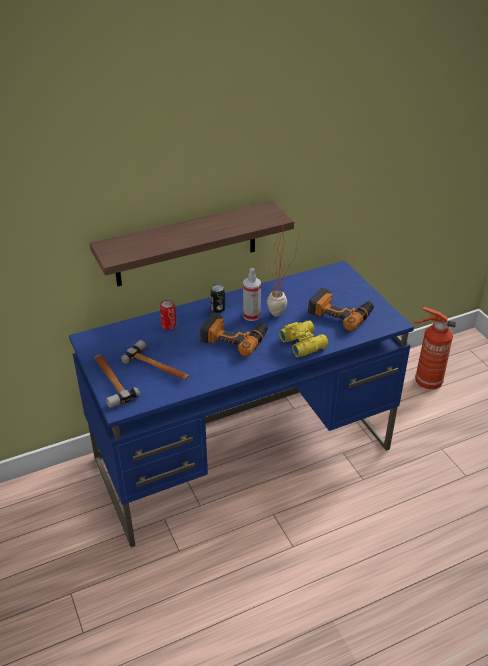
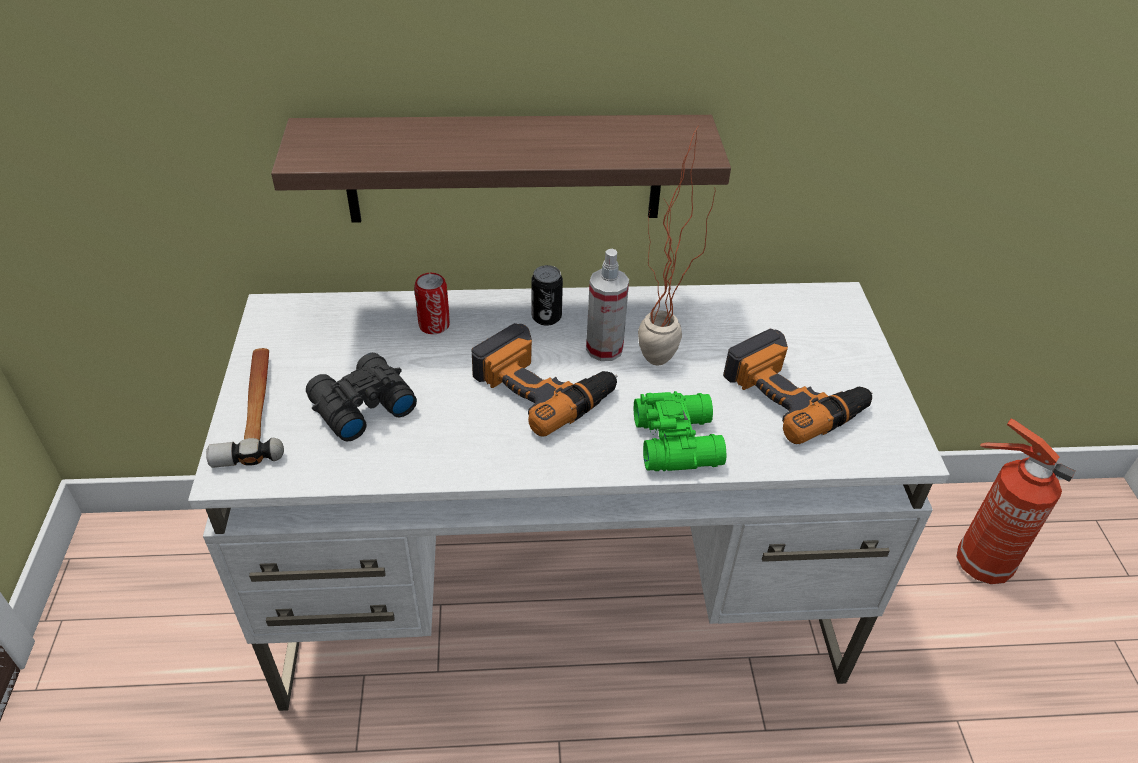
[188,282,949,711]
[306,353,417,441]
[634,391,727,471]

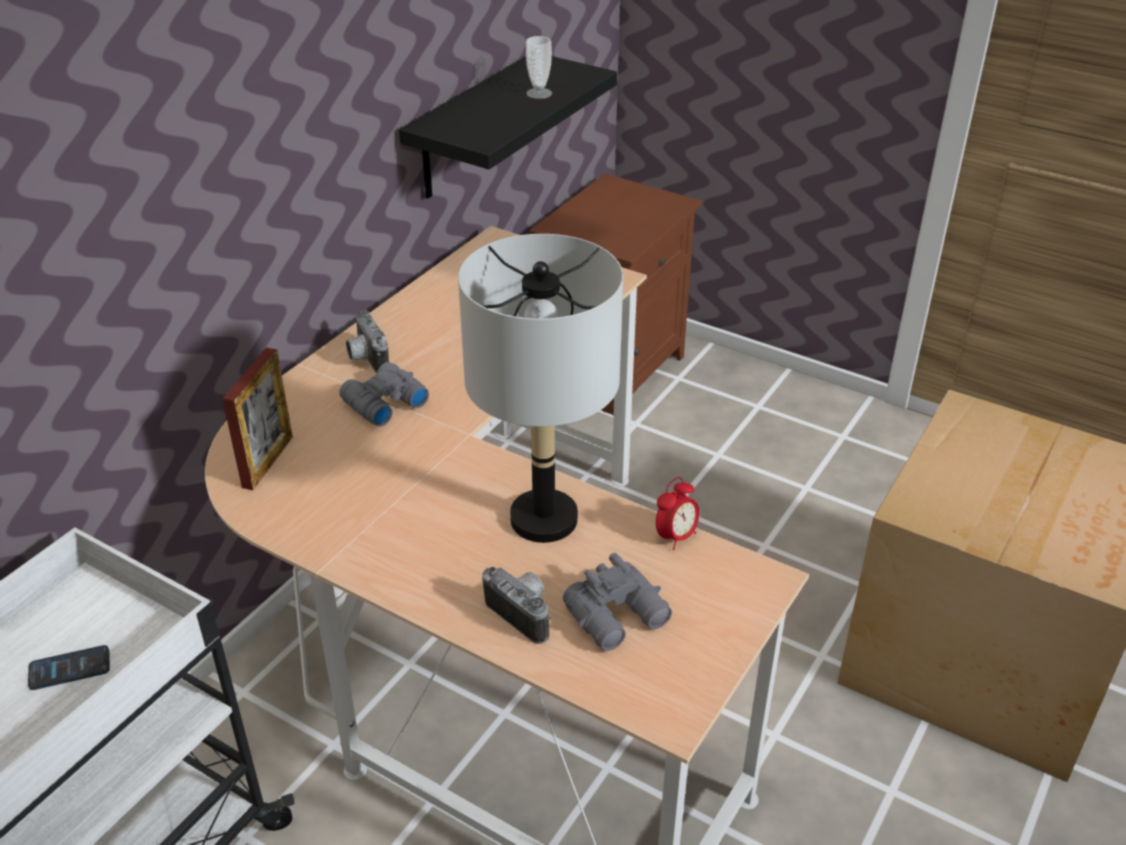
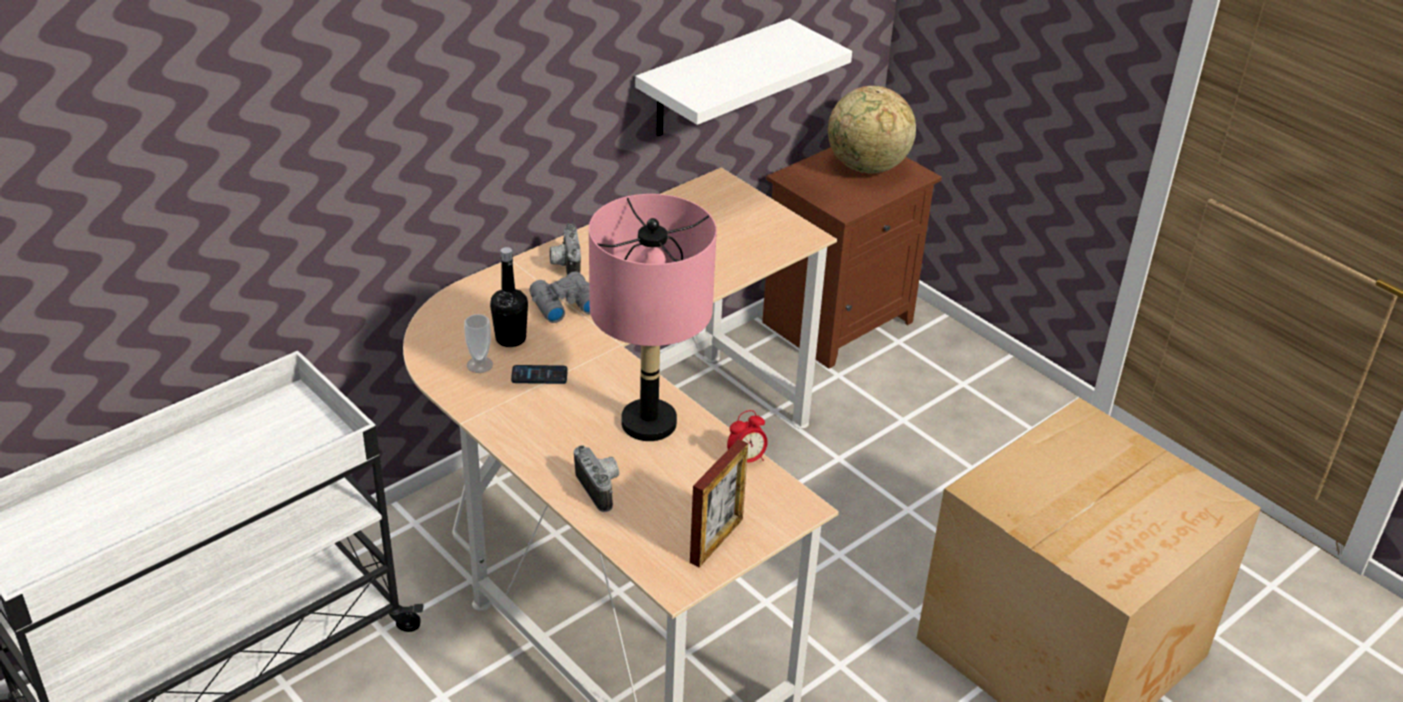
[511,365,568,384]
[690,439,748,567]
[635,19,852,136]
[589,194,717,441]
[464,314,493,373]
[563,553,672,651] (first image)
[490,247,528,347]
[828,86,916,174]

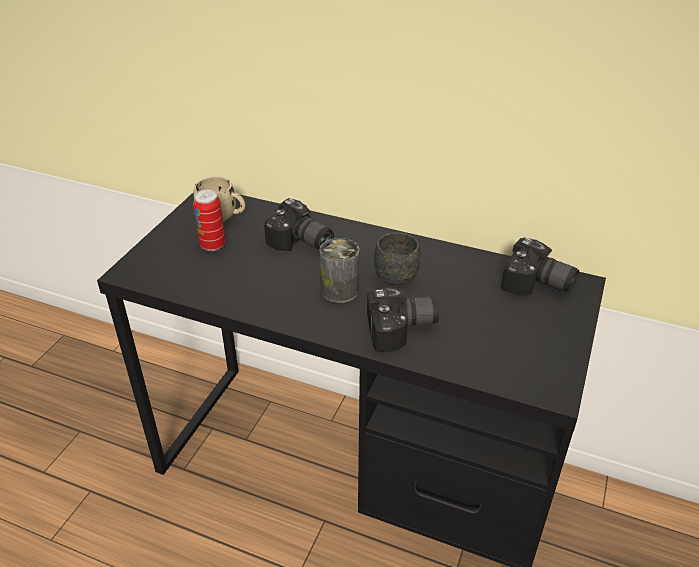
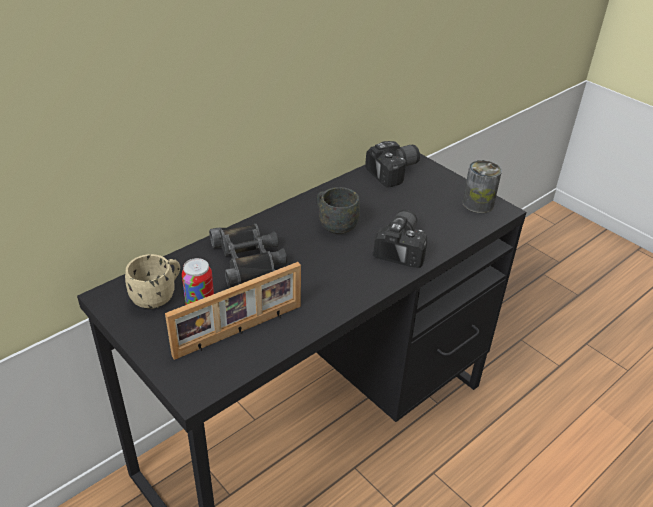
[209,224,287,288]
[462,160,502,213]
[165,262,301,360]

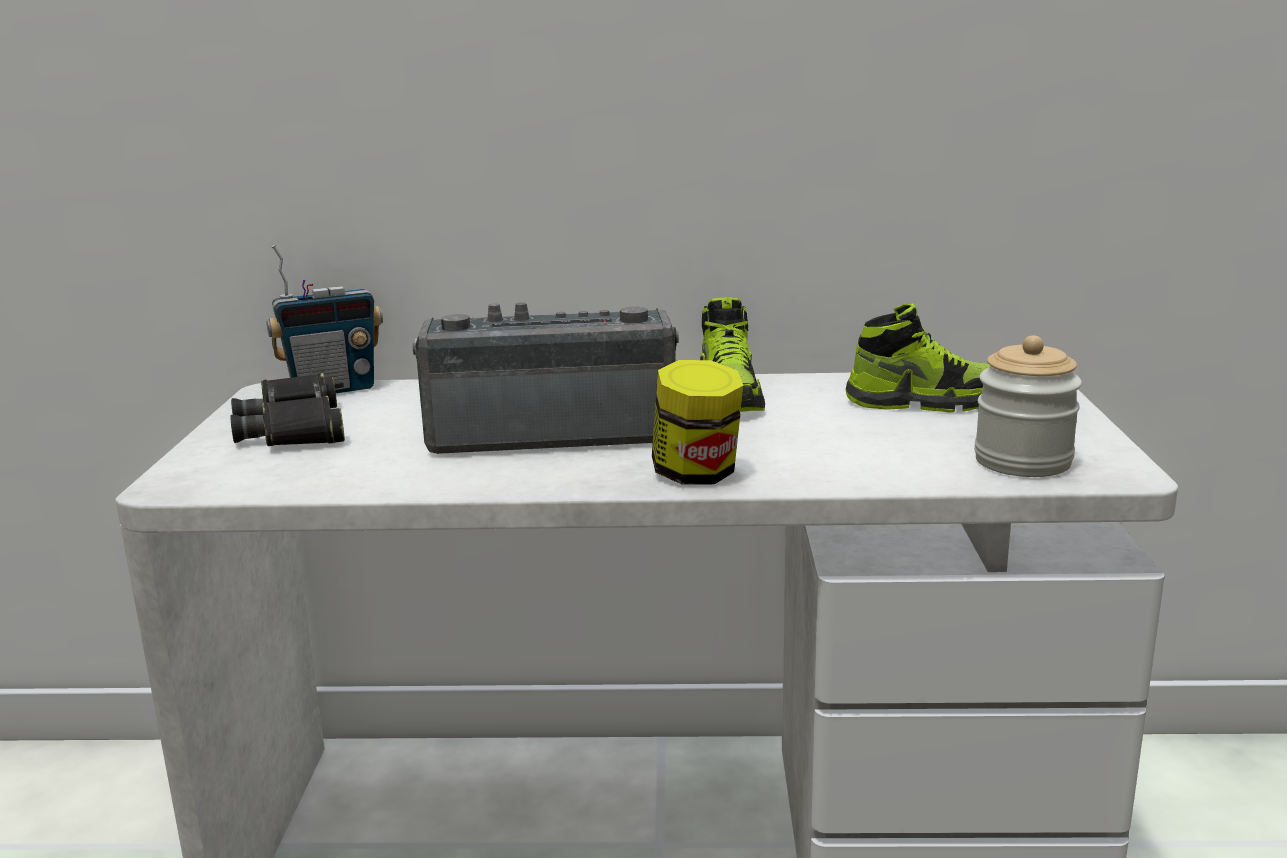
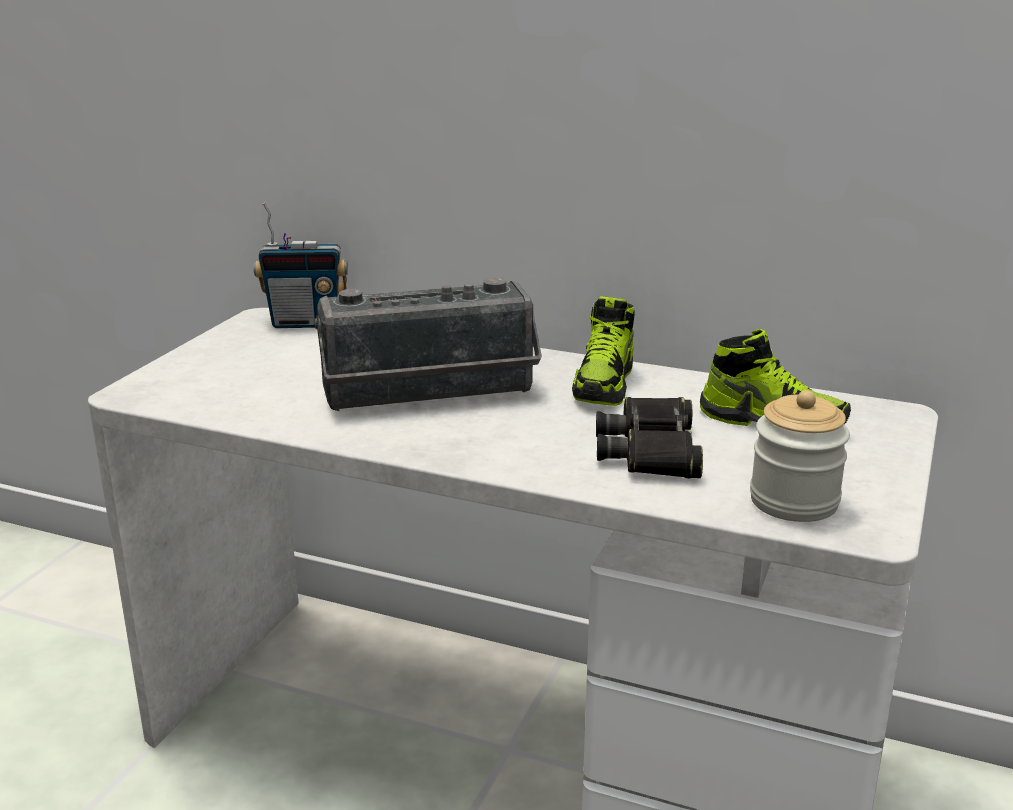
[596,397,703,478]
[315,278,542,411]
[652,360,744,484] (first image)

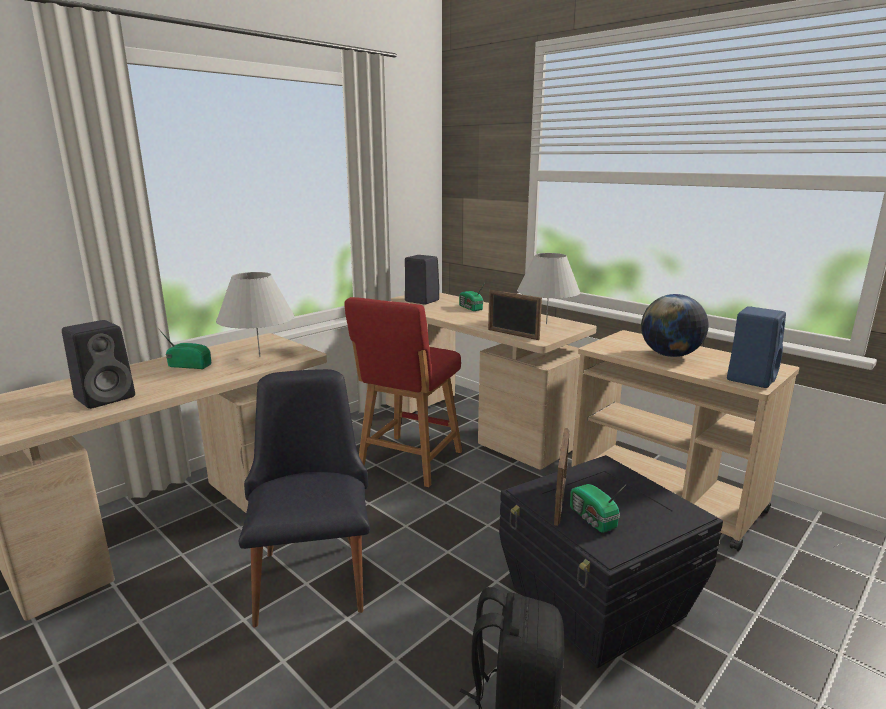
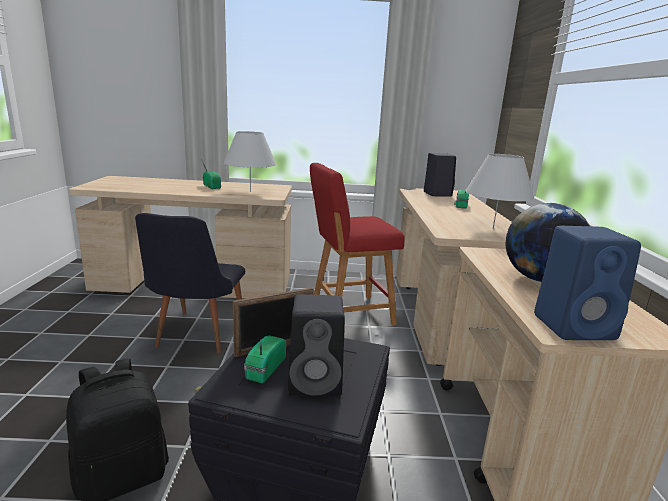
[288,294,345,397]
[135,213,245,354]
[488,290,542,340] (first image)

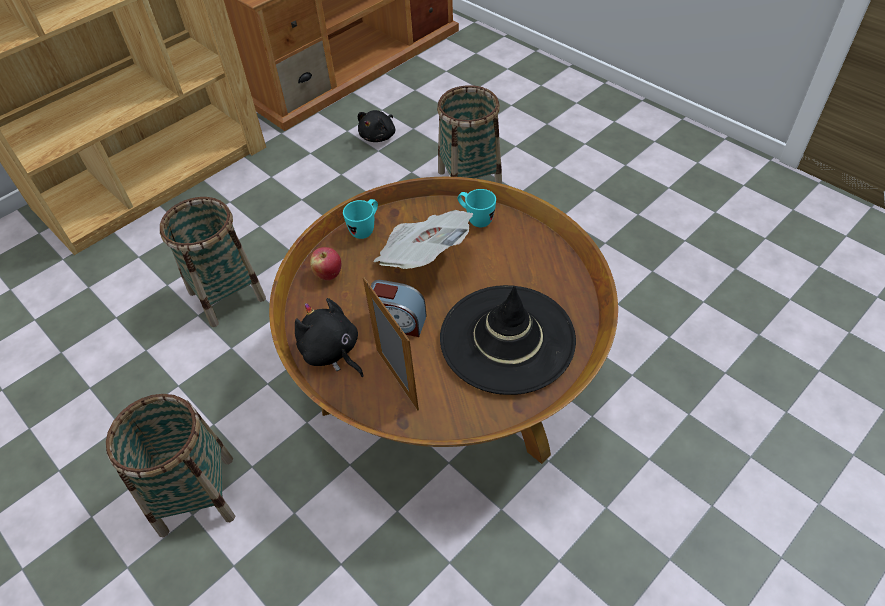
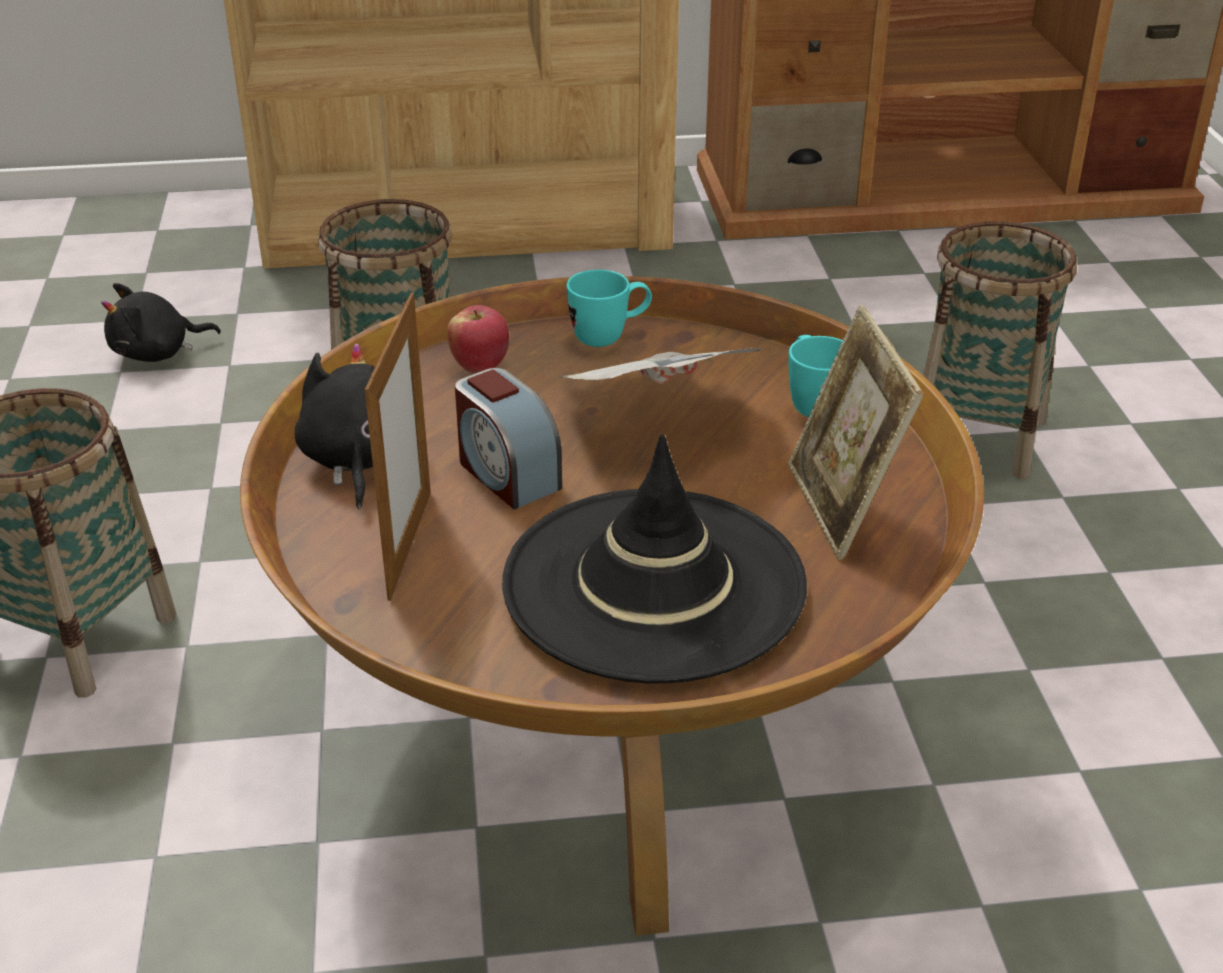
[101,283,221,362]
[788,305,924,559]

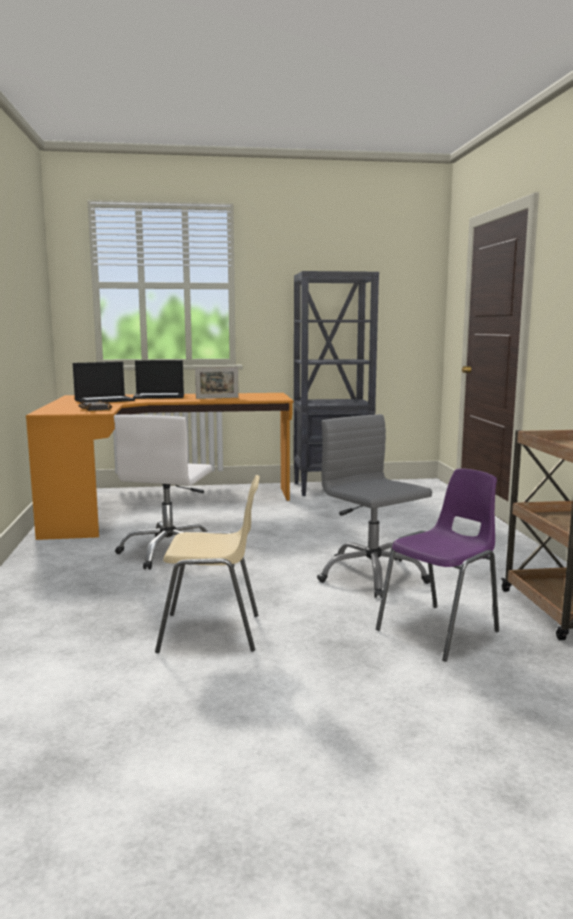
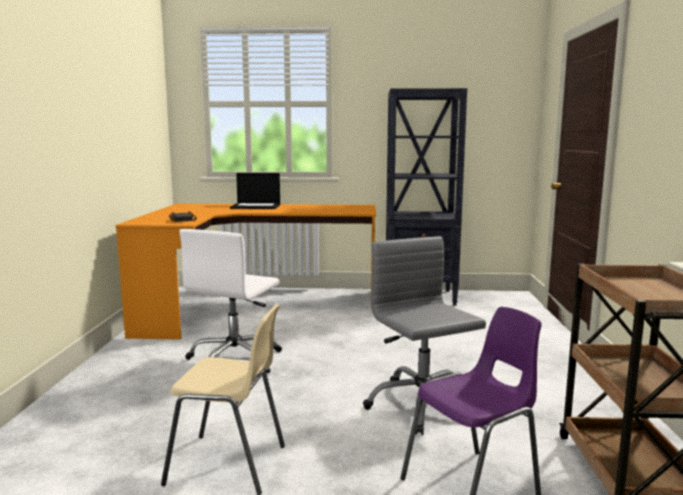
[73,362,135,403] (first image)
[195,367,239,399] (first image)

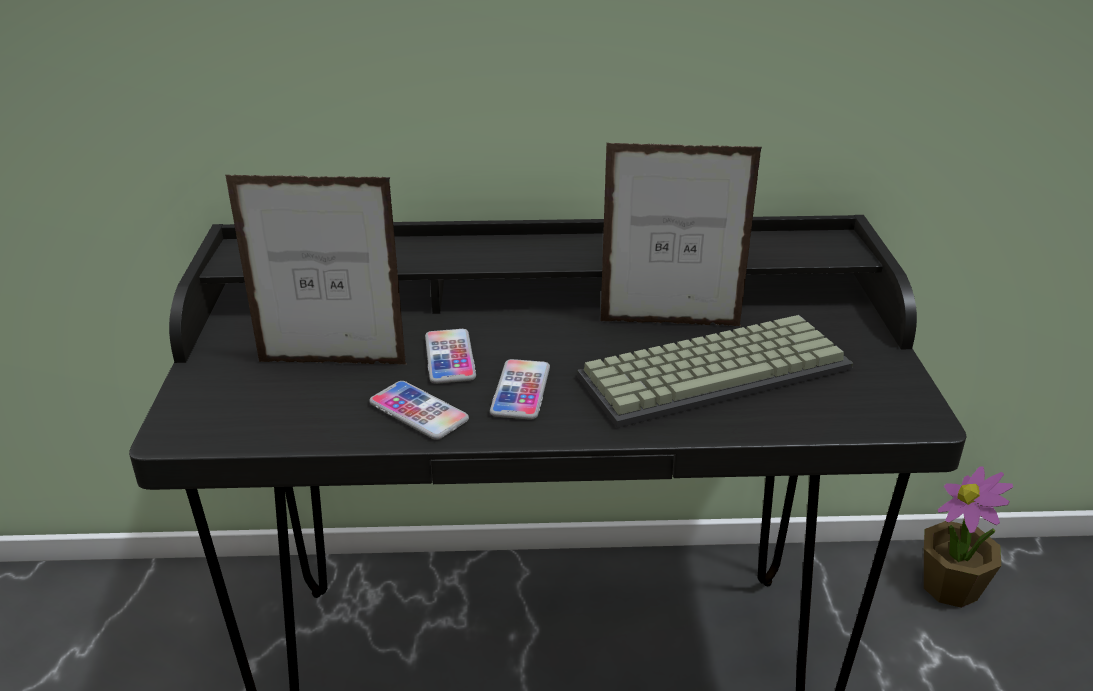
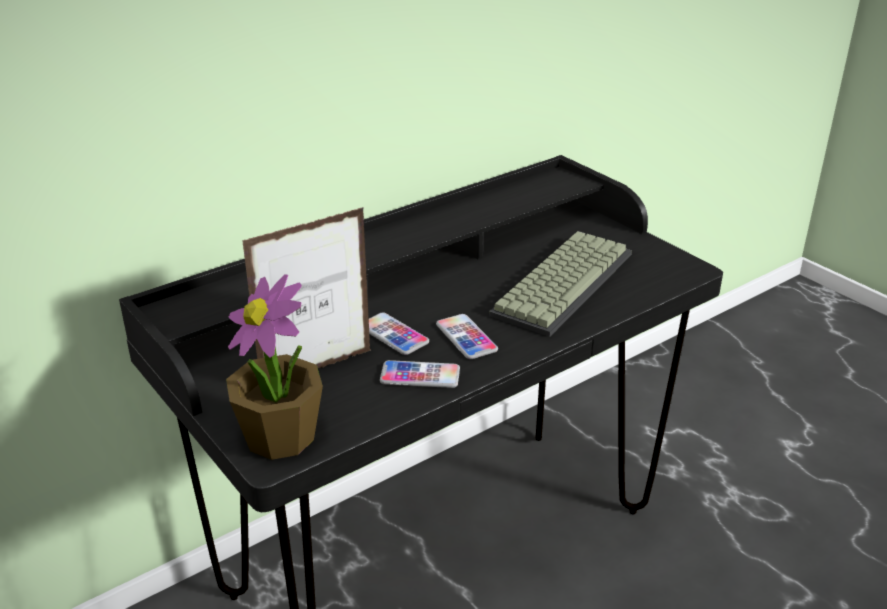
[601,143,762,326] (first image)
[226,274,323,460]

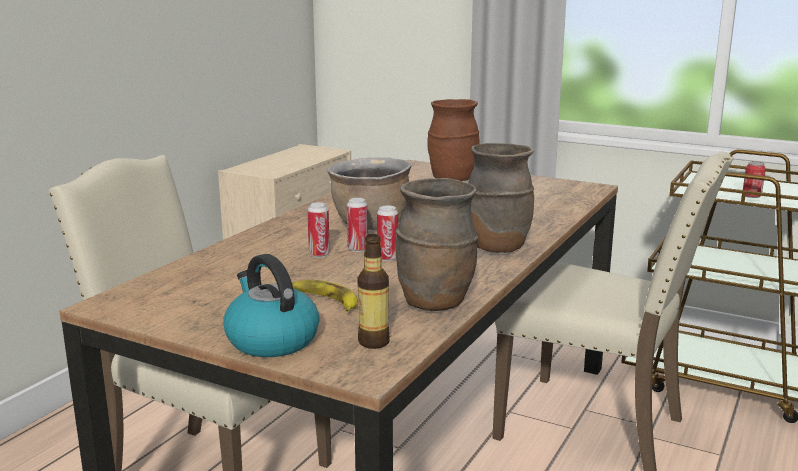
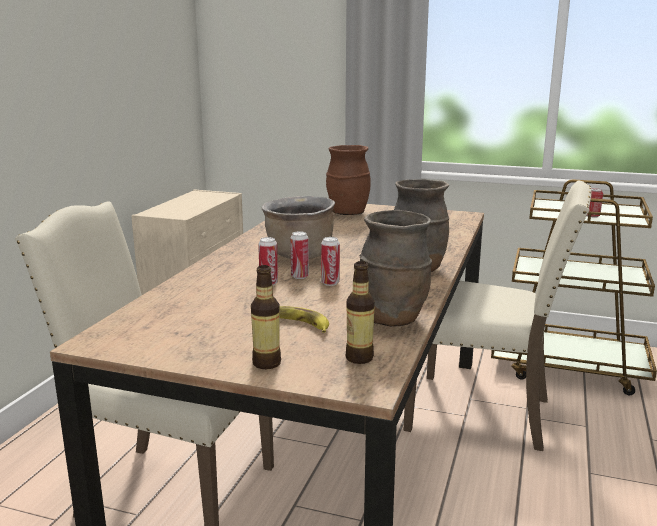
[251,265,281,369]

